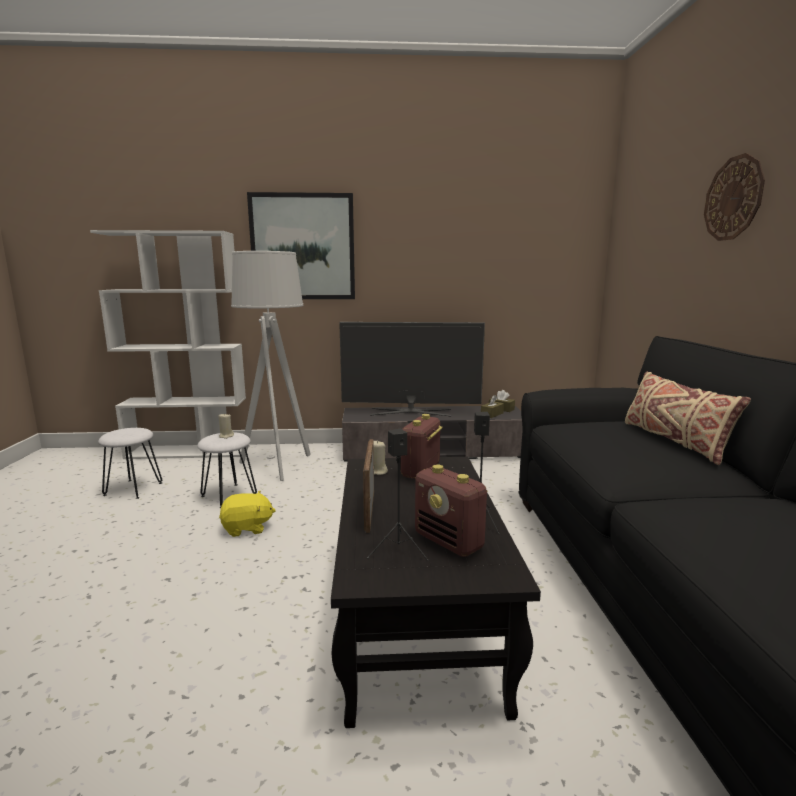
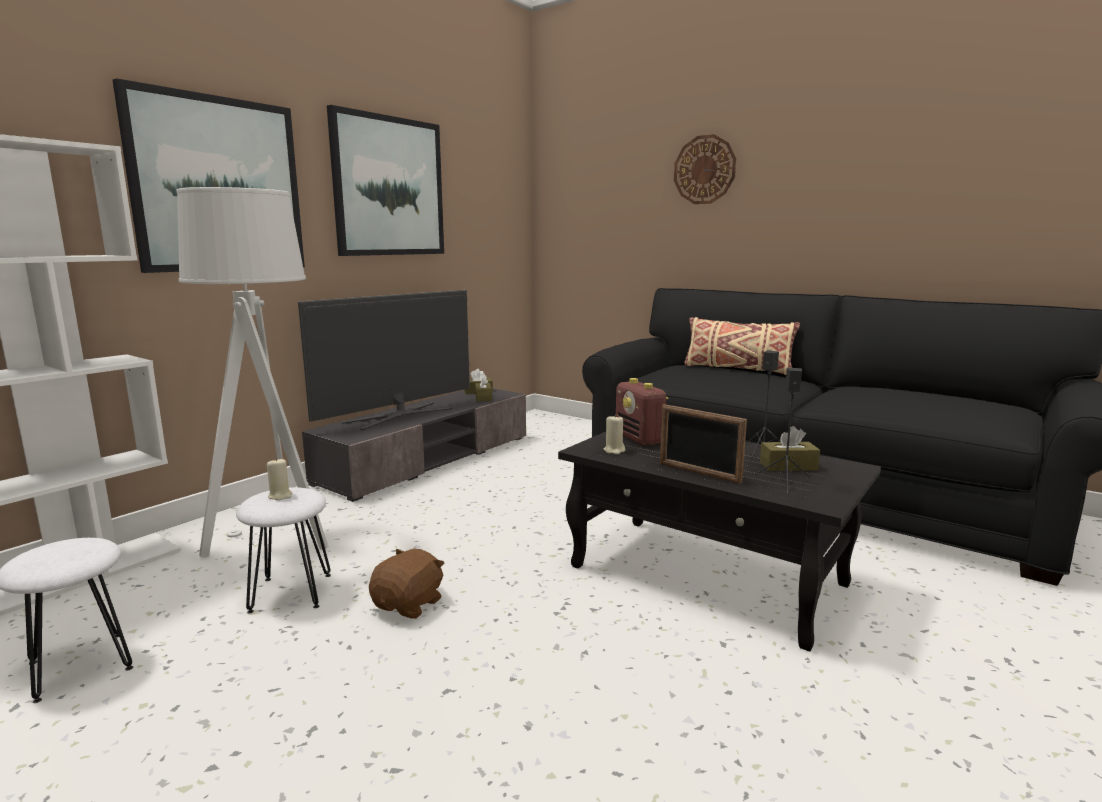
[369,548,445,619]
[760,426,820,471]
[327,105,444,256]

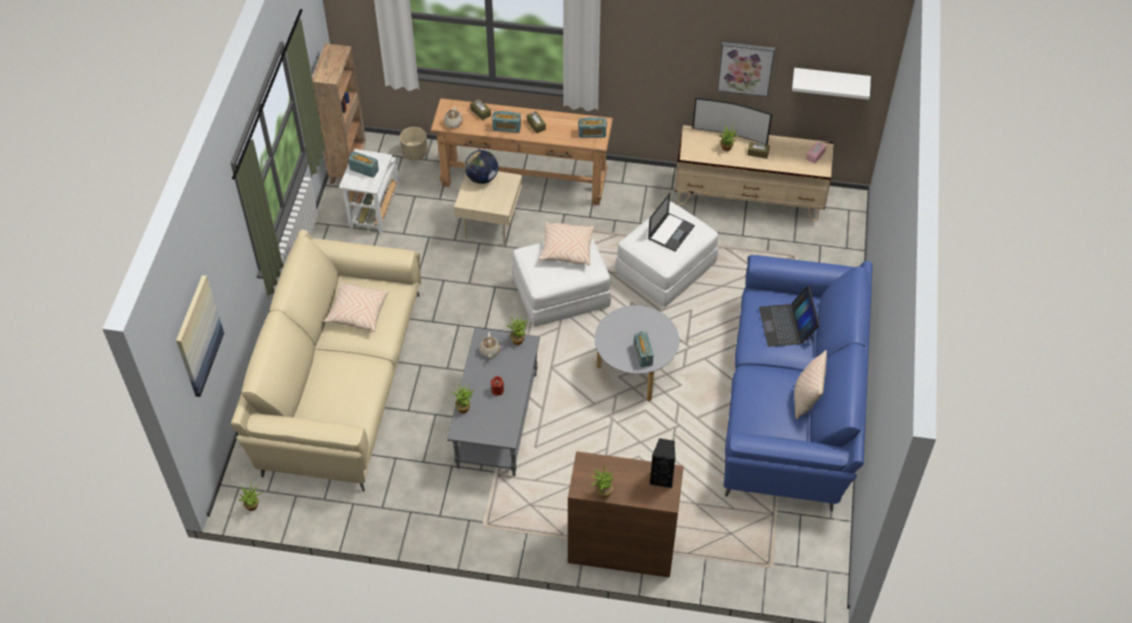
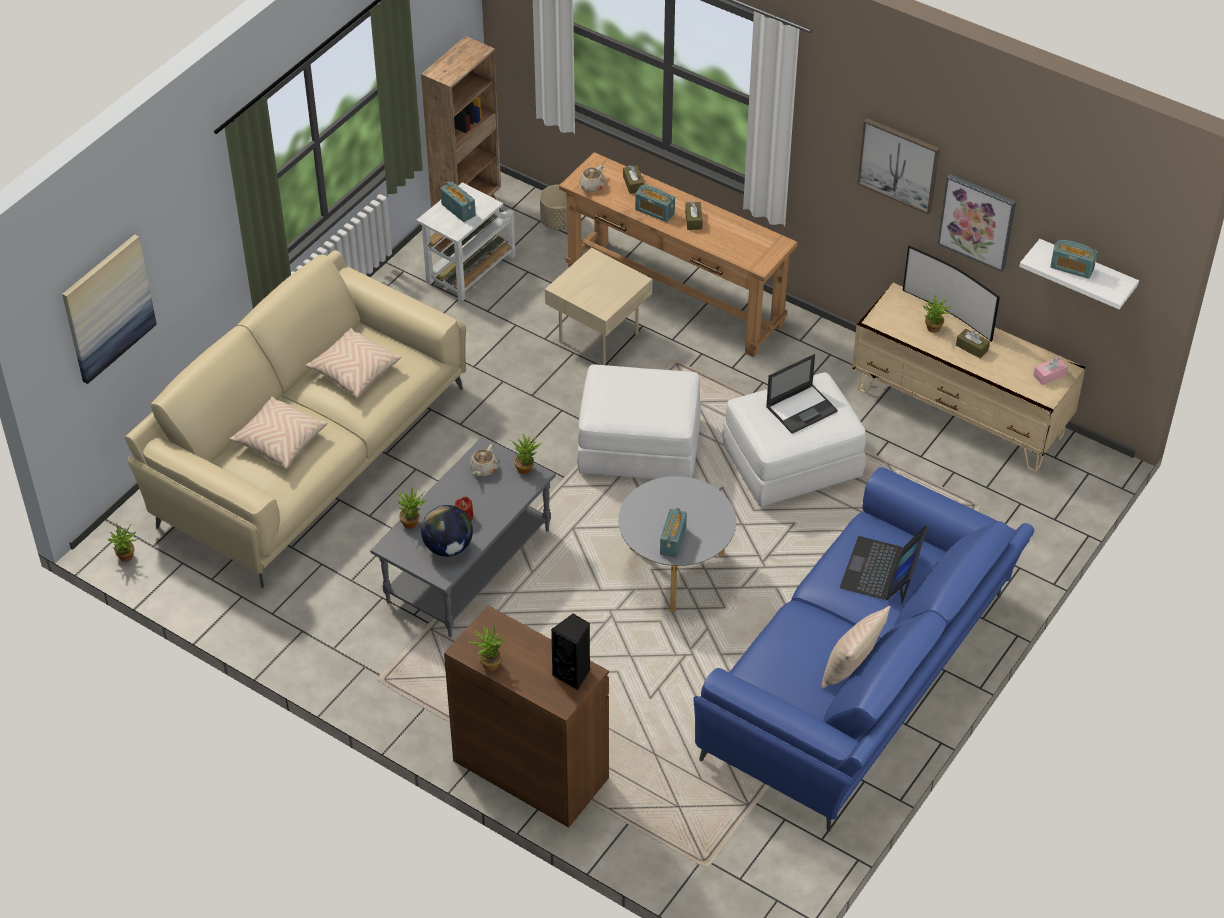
[421,505,473,557]
[229,396,328,469]
[1050,240,1098,279]
[857,118,940,215]

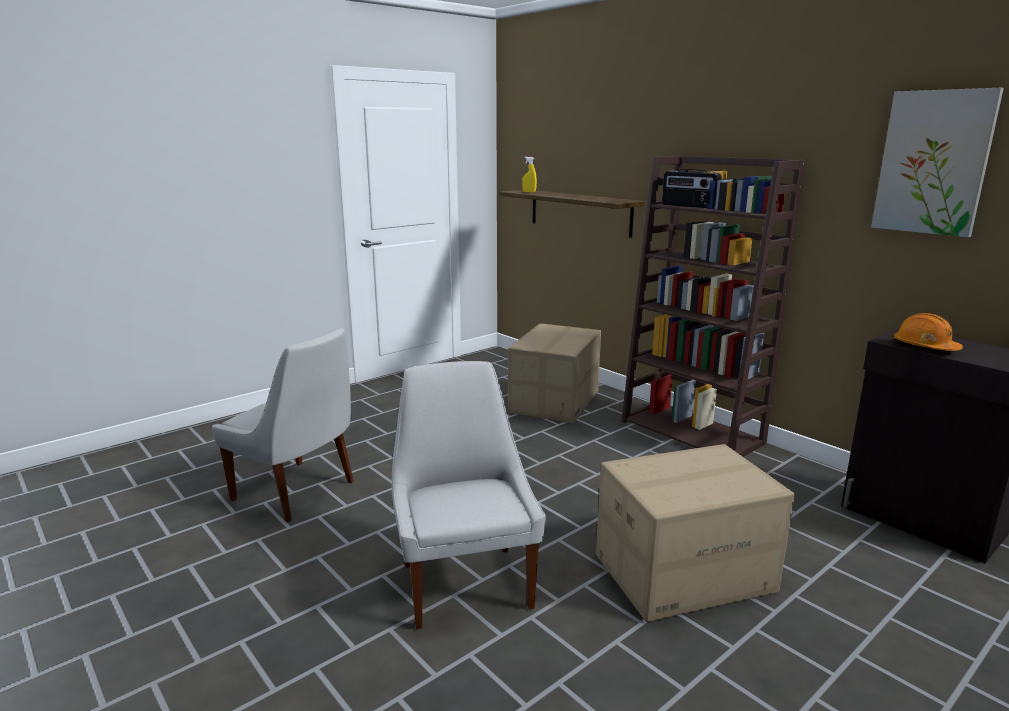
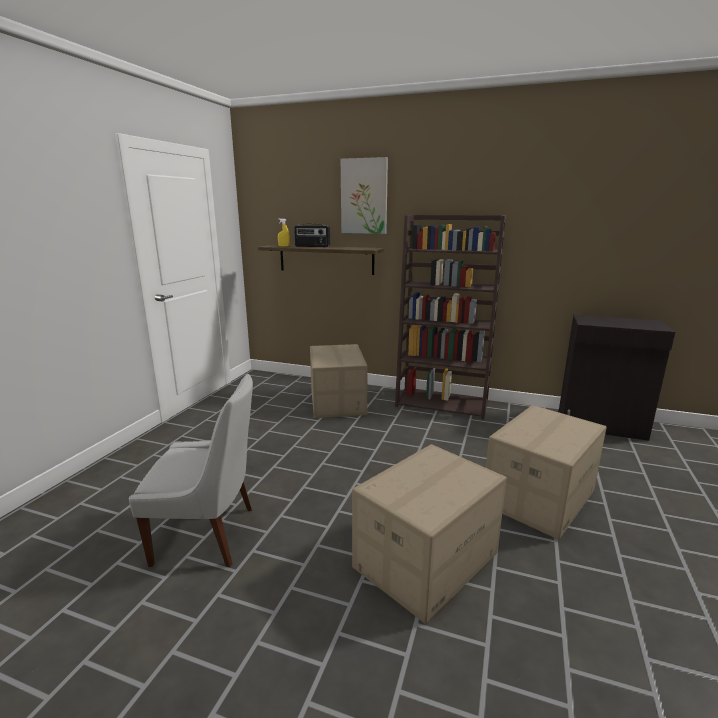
[352,444,507,624]
[294,224,330,247]
[341,157,388,234]
[893,313,963,351] (first image)

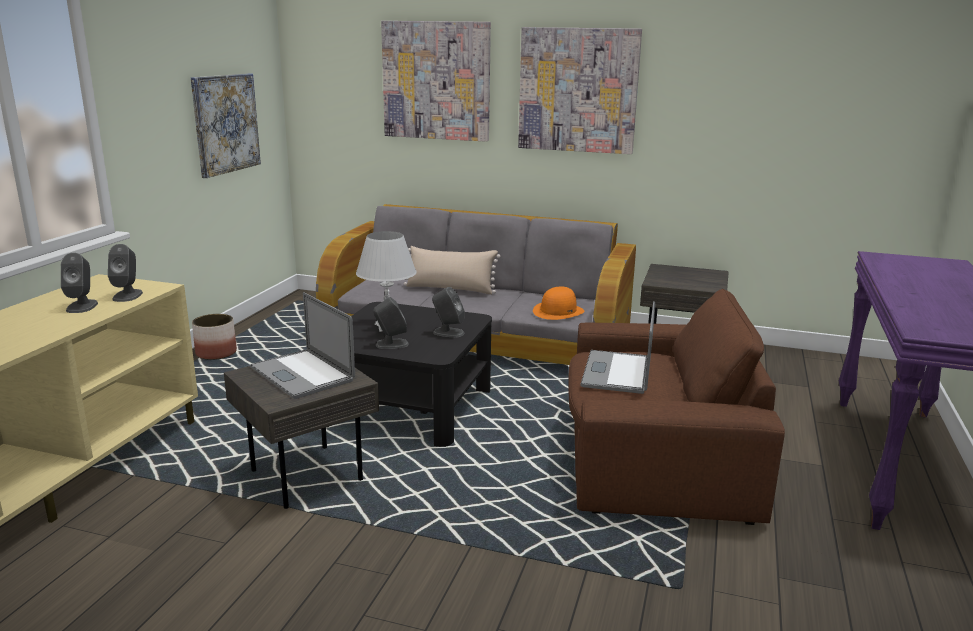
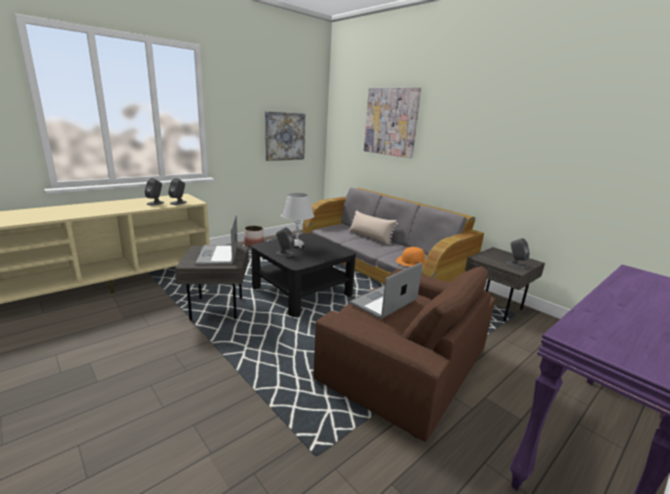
[507,238,530,268]
[518,27,642,154] (first image)

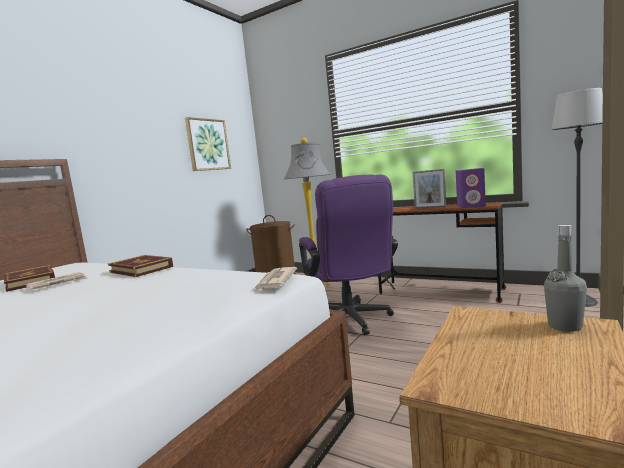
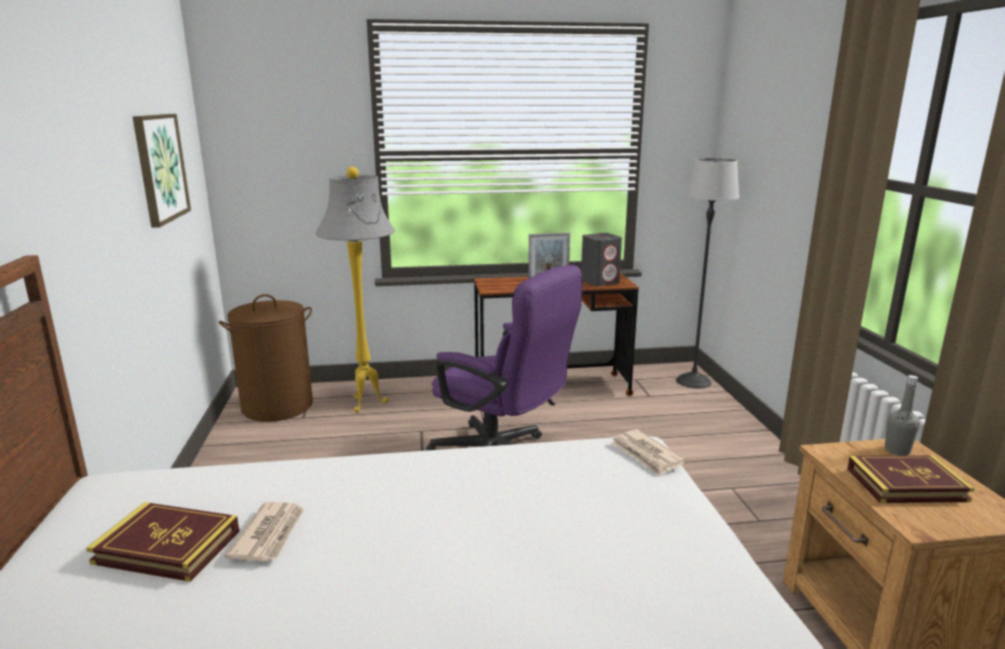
[847,455,975,503]
[581,233,622,286]

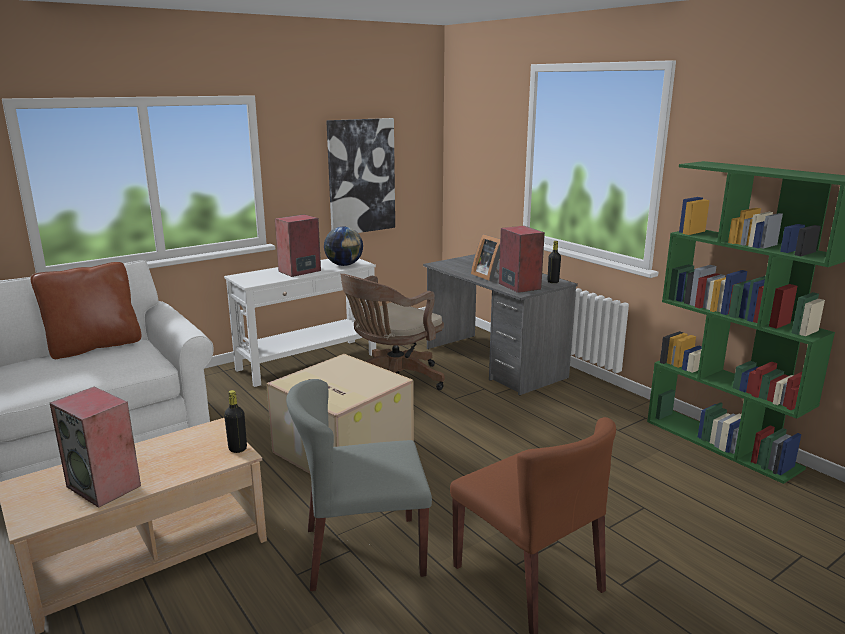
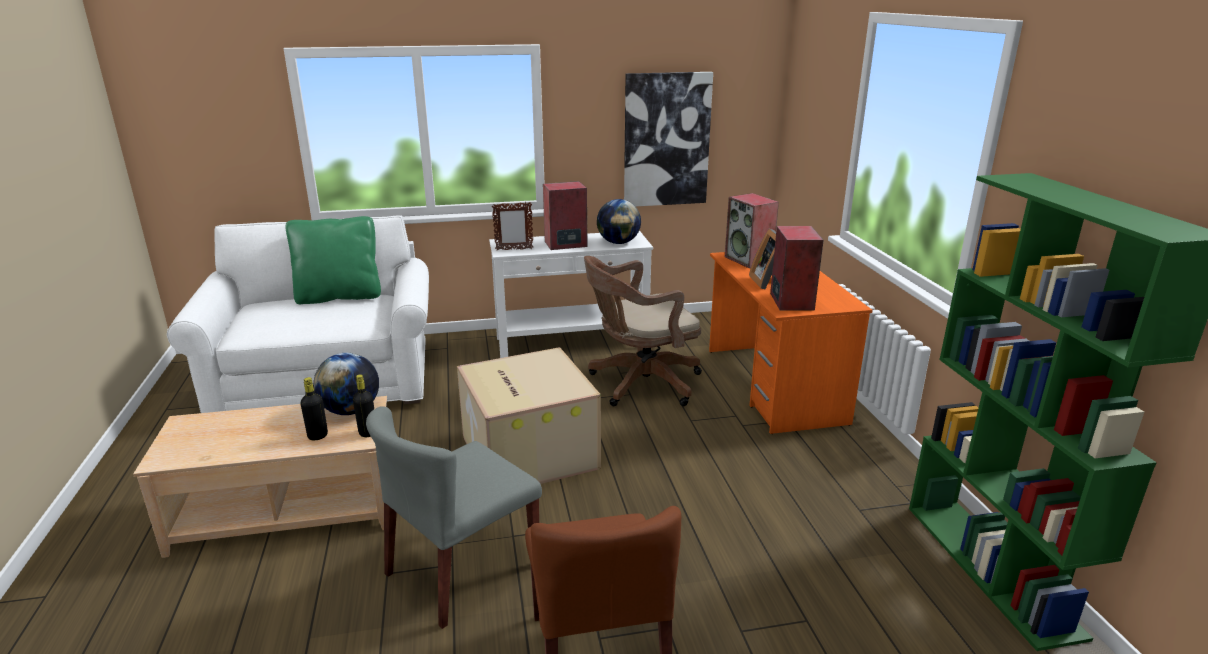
[286,216,381,304]
[725,193,779,268]
[366,406,542,629]
[709,252,873,434]
[300,377,328,440]
[313,353,379,415]
[492,202,533,250]

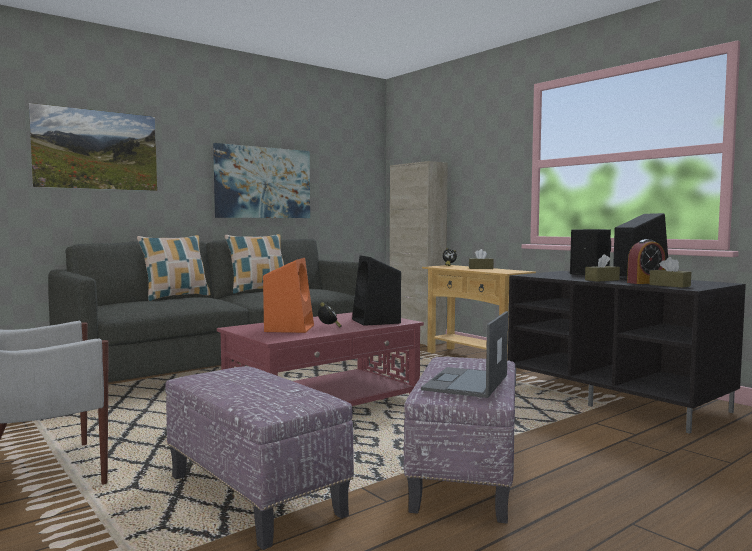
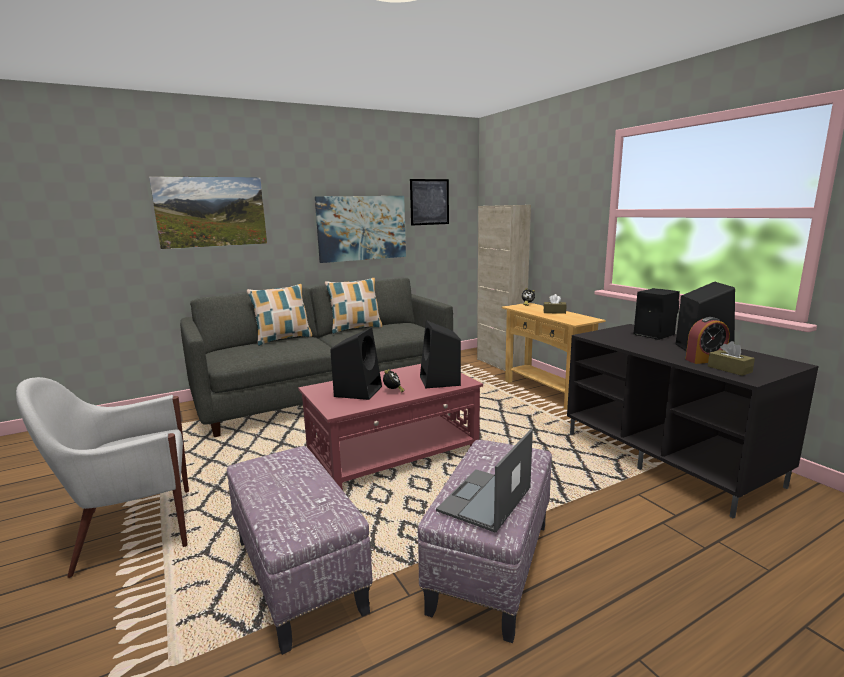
[330,327,382,400]
[585,254,620,282] (first image)
[410,179,449,226]

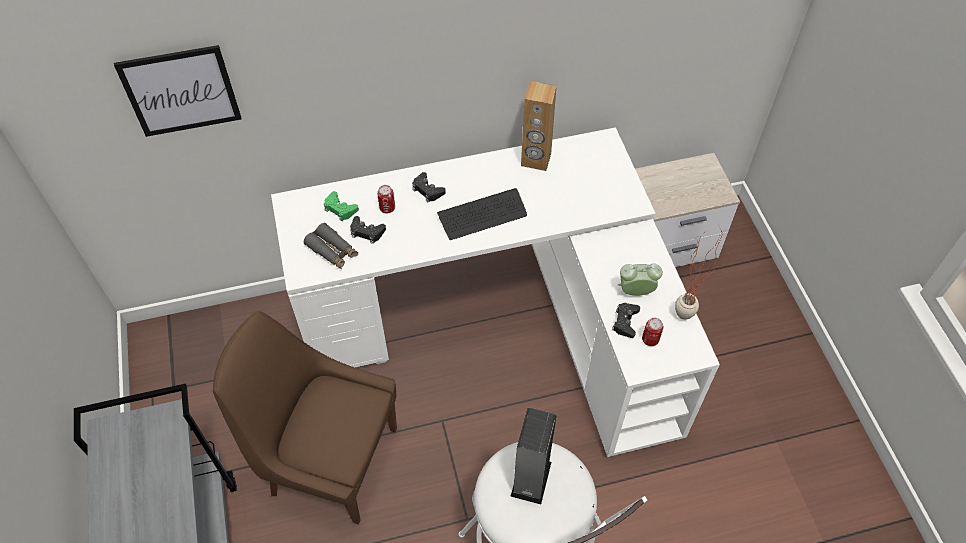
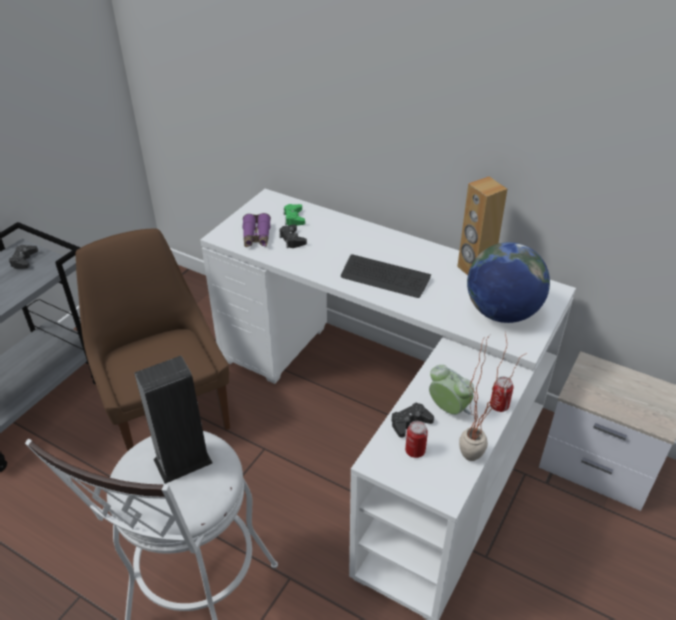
[114,45,242,137] (first image)
[242,213,271,247]
[490,376,513,412]
[9,245,38,269]
[467,242,550,323]

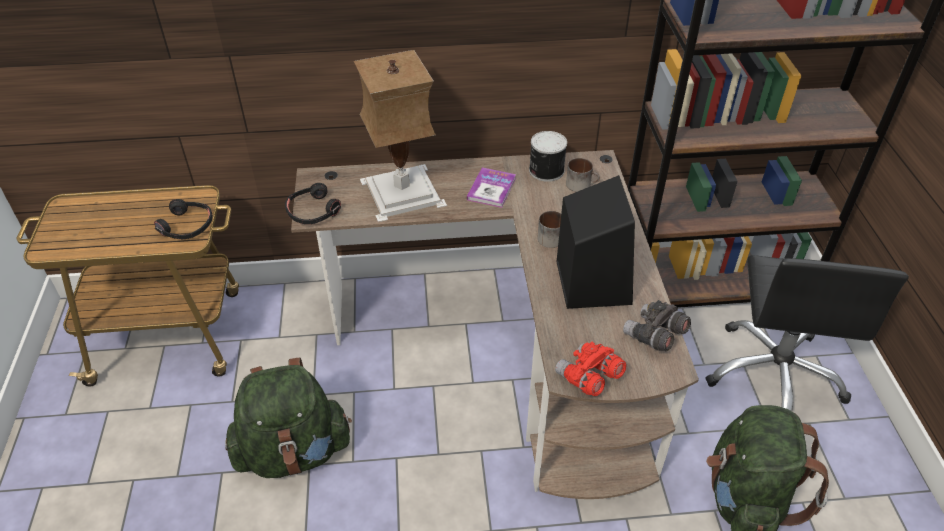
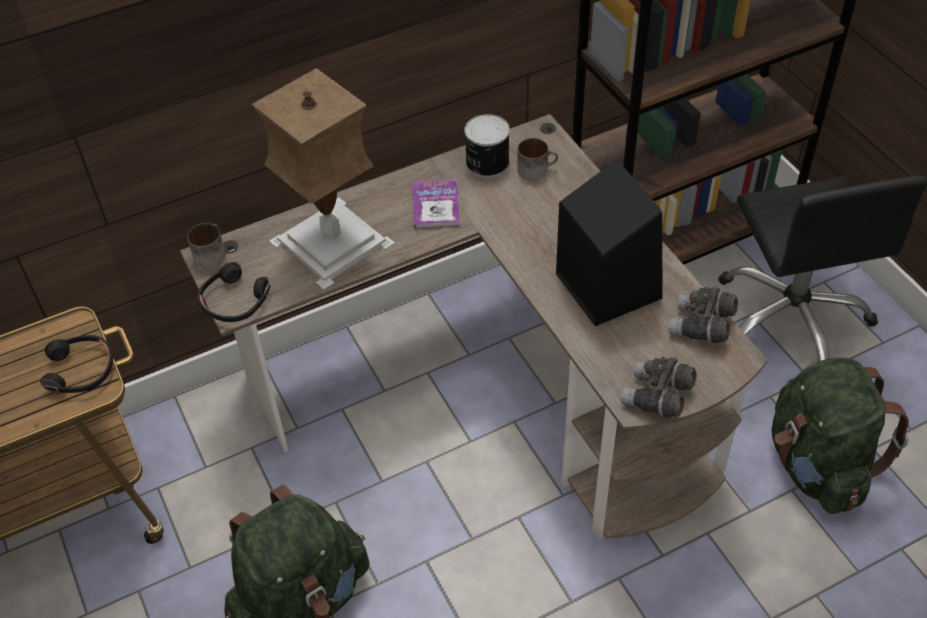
[187,223,226,268]
[621,357,697,417]

